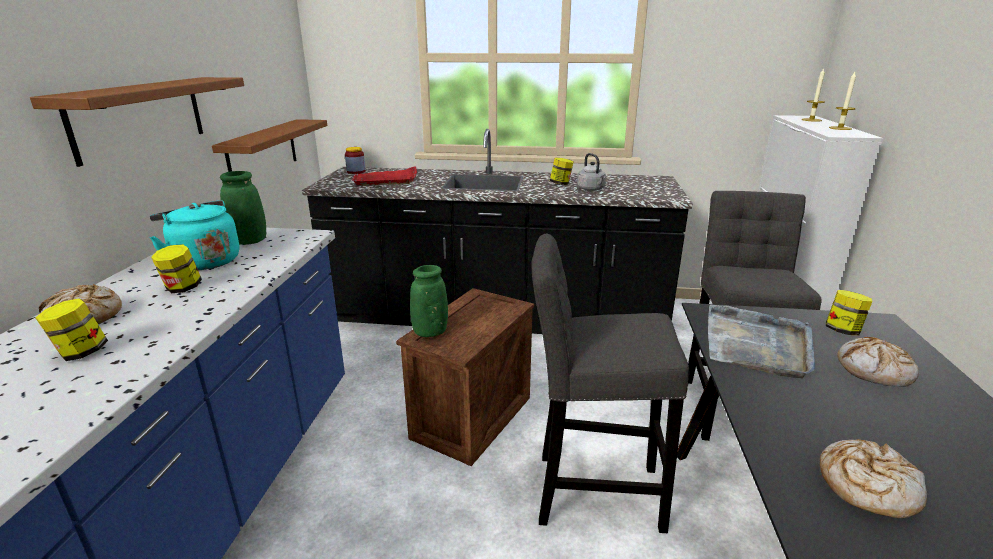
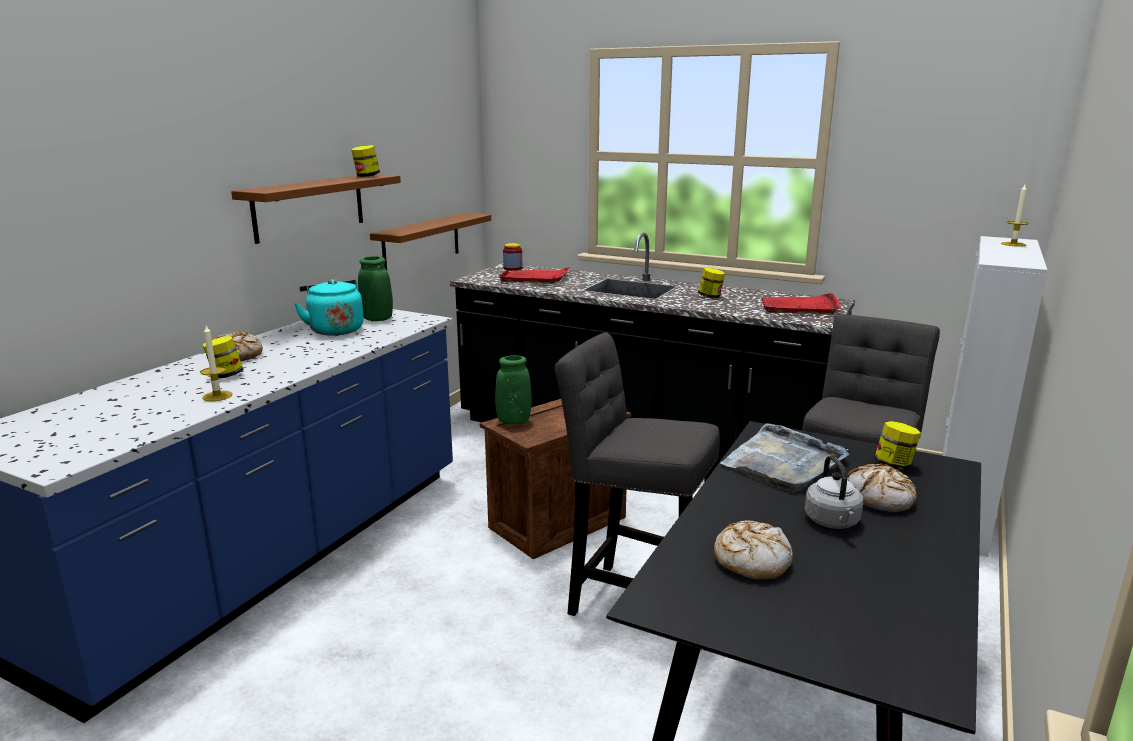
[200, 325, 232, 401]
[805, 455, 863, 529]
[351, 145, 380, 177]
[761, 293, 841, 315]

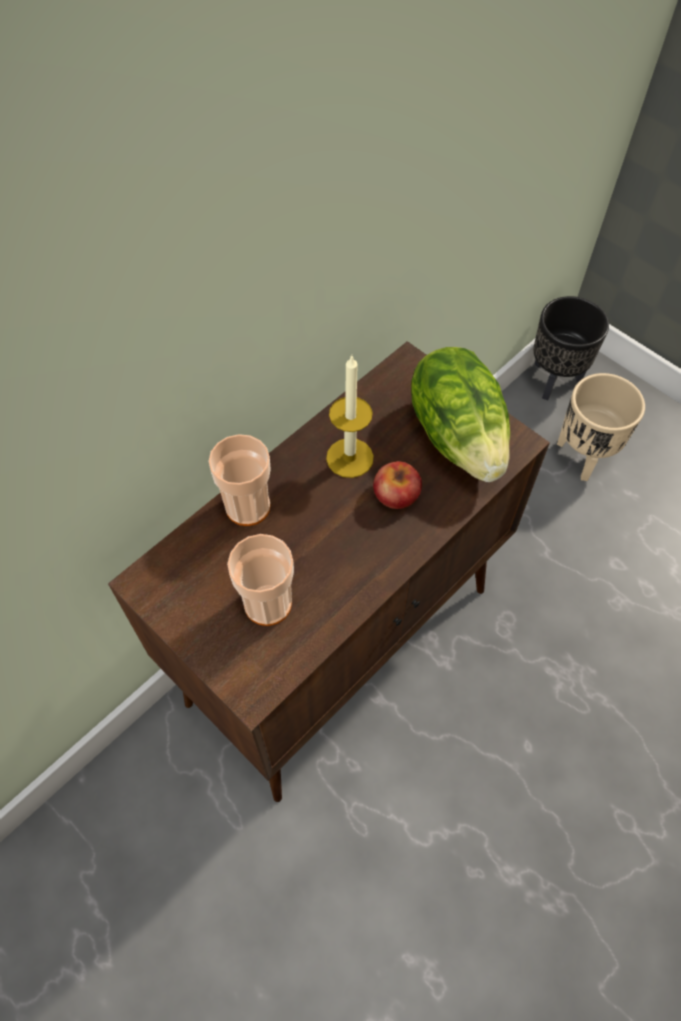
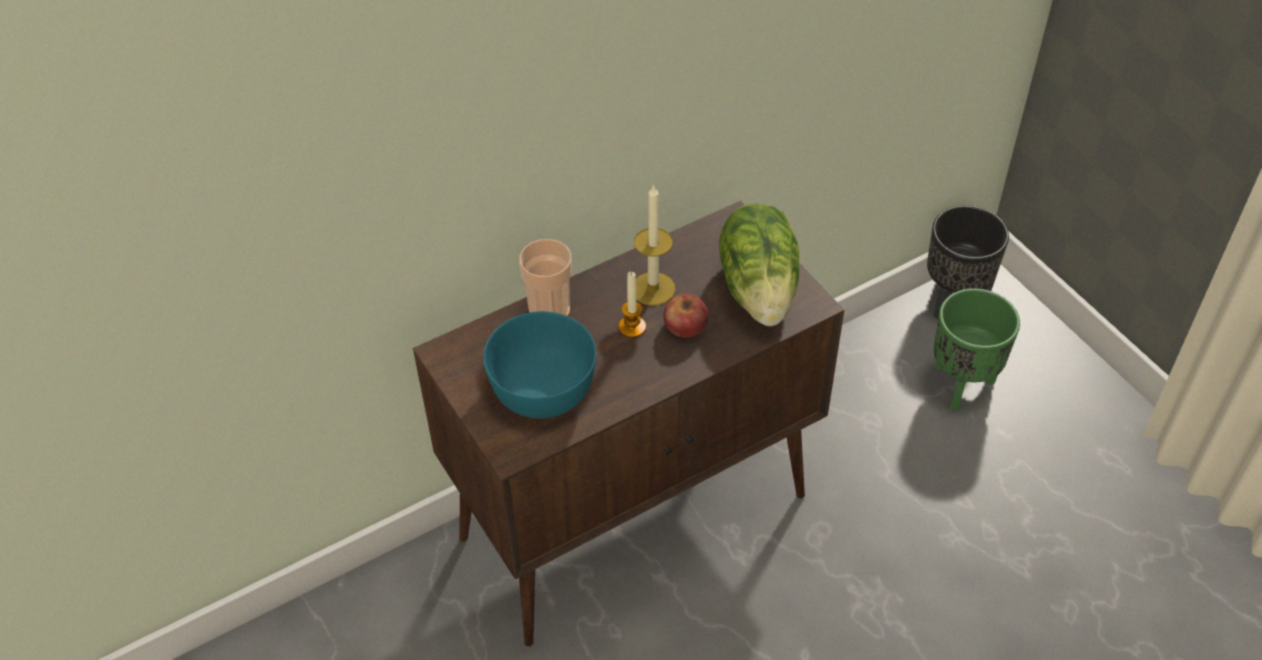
[934, 288, 1020, 411]
[483, 311, 596, 419]
[618, 272, 646, 338]

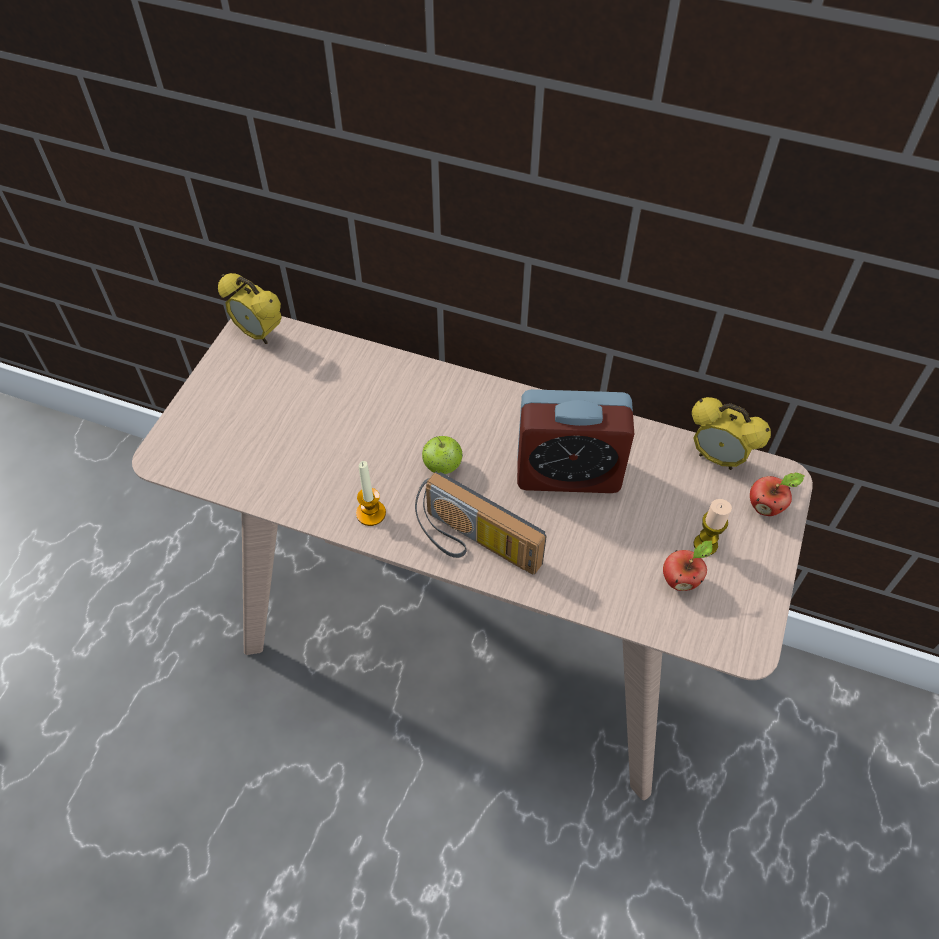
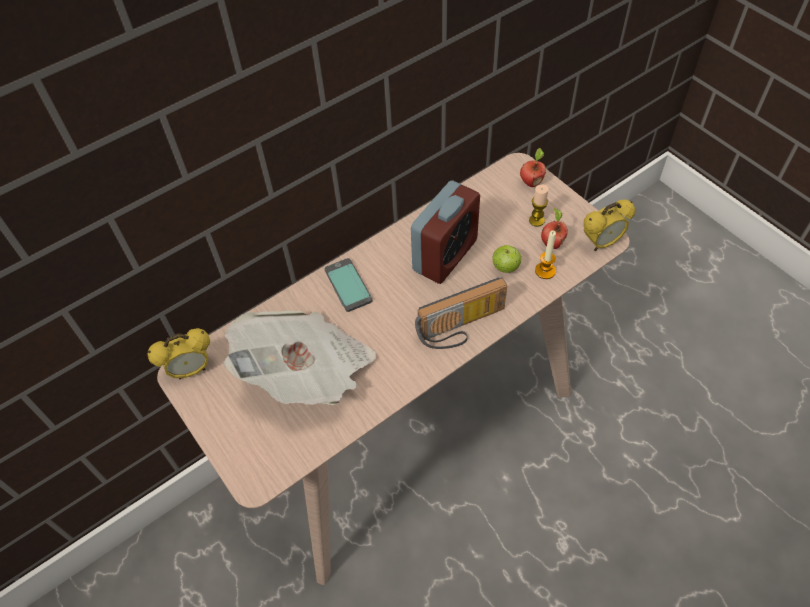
[584, 199, 635, 251]
[492, 245, 521, 273]
[535, 230, 556, 279]
[325, 258, 372, 312]
[223, 311, 377, 405]

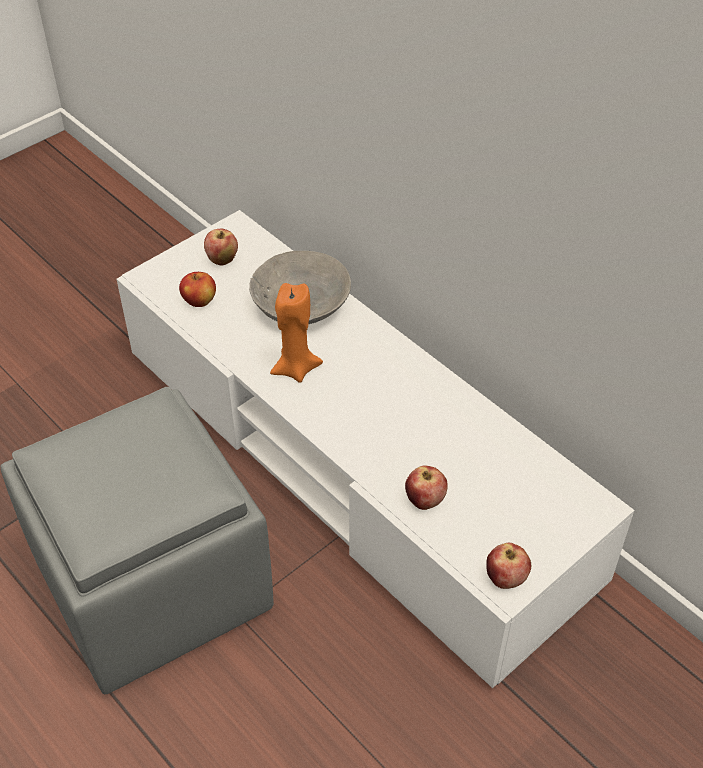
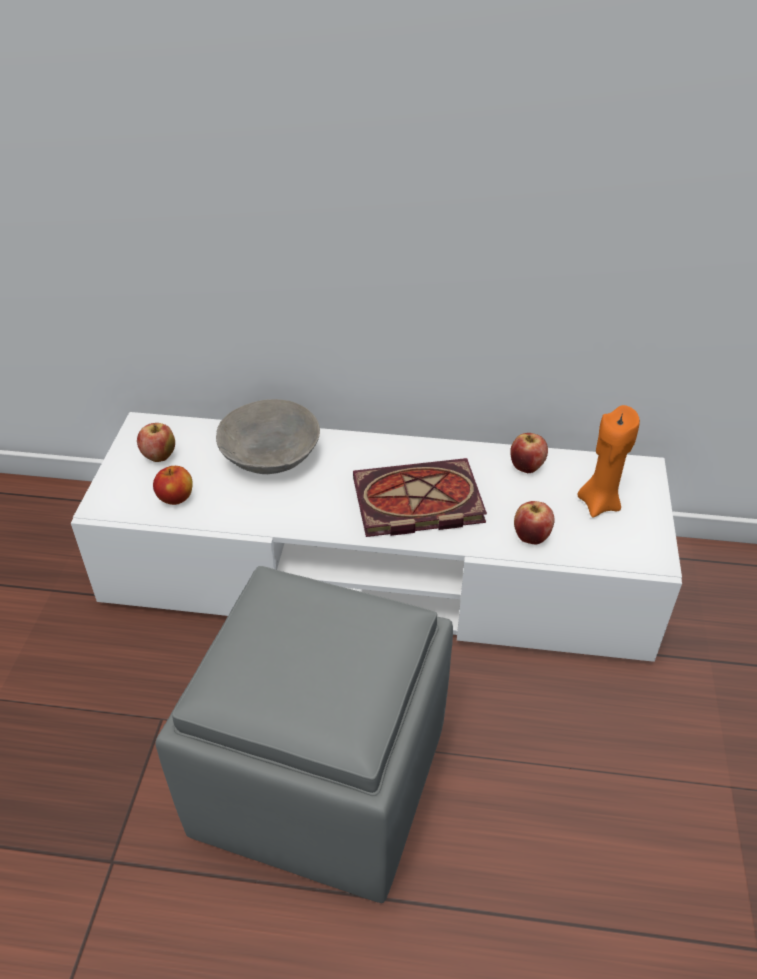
[577, 405, 640, 517]
[510, 433, 548, 473]
[353, 458, 487, 537]

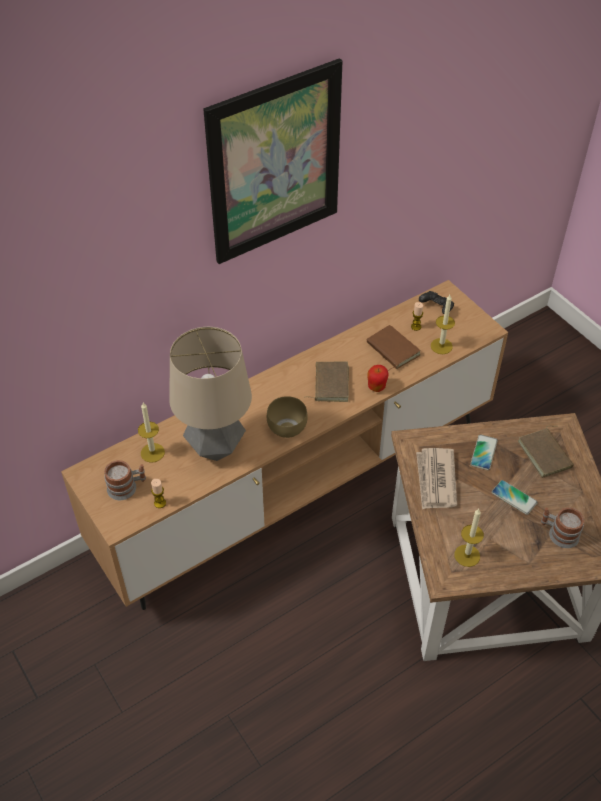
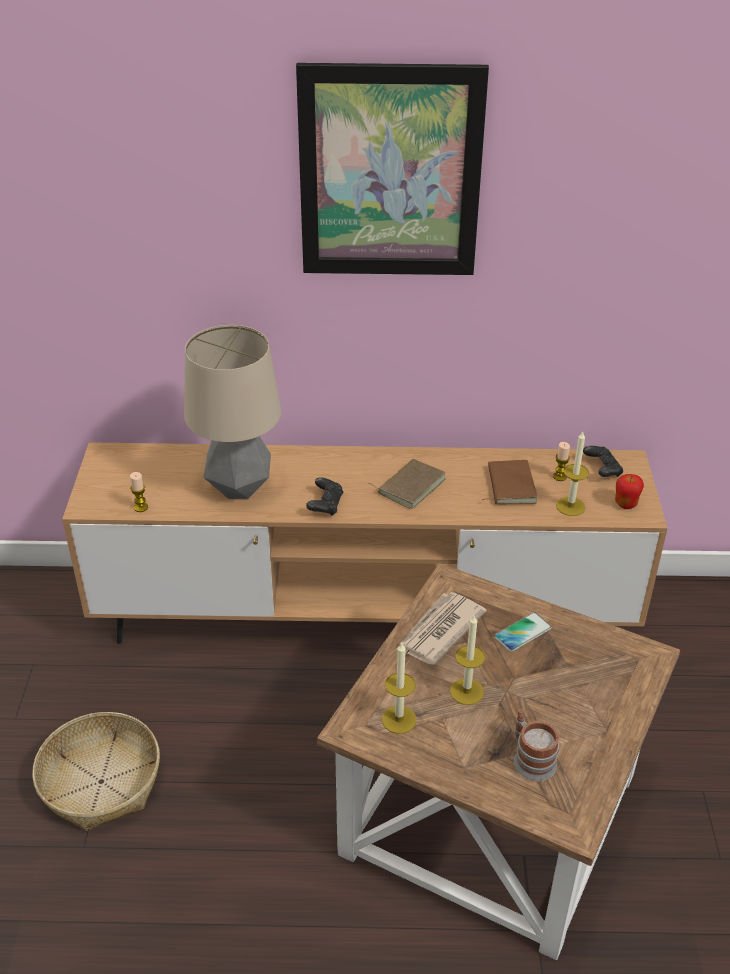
[615, 474, 644, 509]
[306, 477, 343, 516]
[450, 614, 485, 705]
[518, 426, 574, 478] (first image)
[104, 460, 146, 500] (first image)
[492, 480, 538, 515] (first image)
[32, 712, 160, 831]

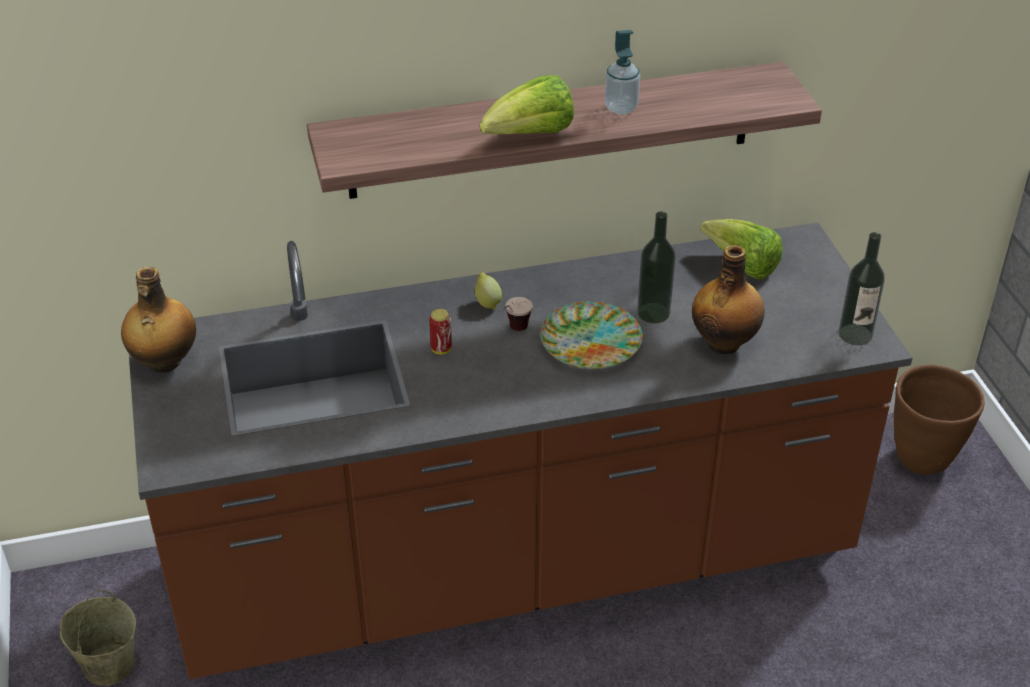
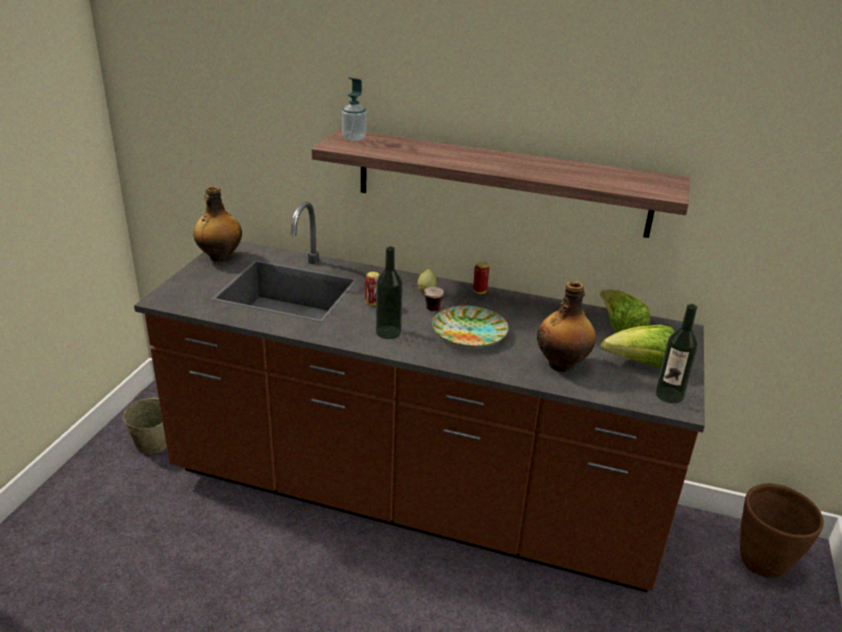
[342, 77, 366, 141]
[601, 325, 675, 367]
[376, 246, 403, 339]
[473, 261, 489, 294]

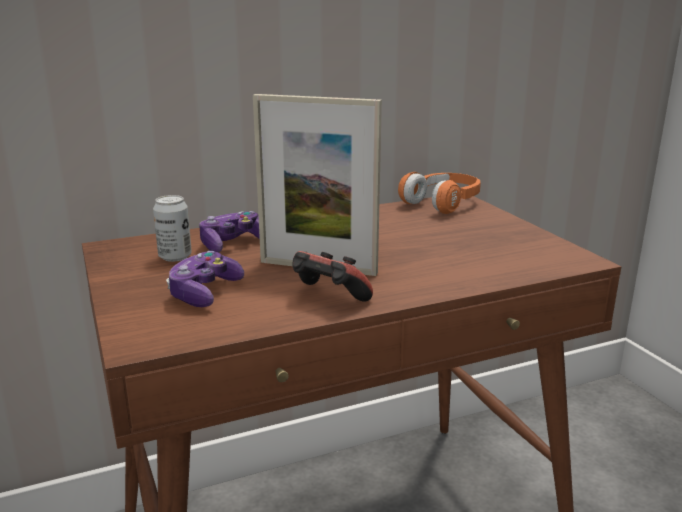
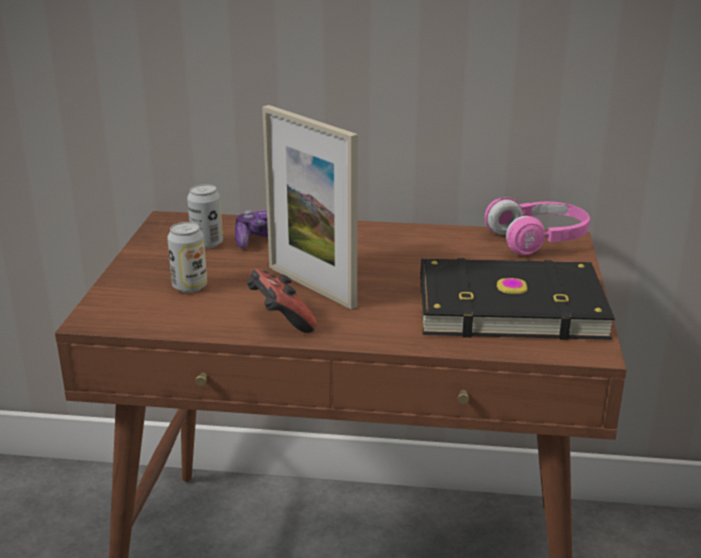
[485, 197, 590, 255]
[167, 222, 207, 293]
[421, 258, 615, 340]

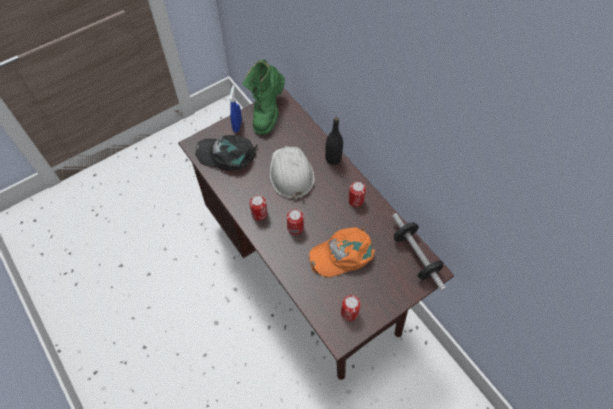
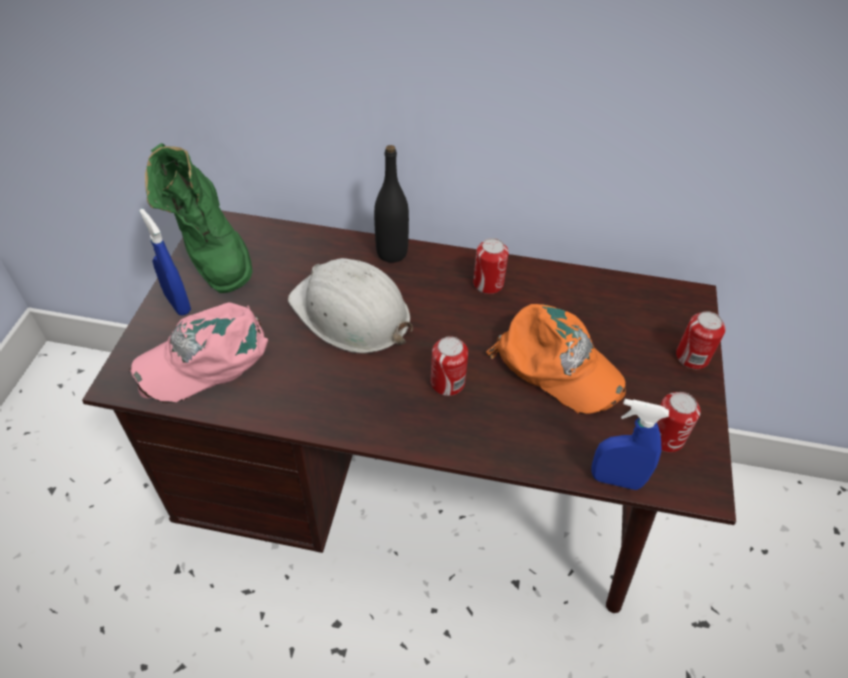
[129, 302, 268, 403]
[676, 311, 725, 369]
[392, 213, 446, 291] (first image)
[486, 304, 626, 414]
[591, 399, 669, 490]

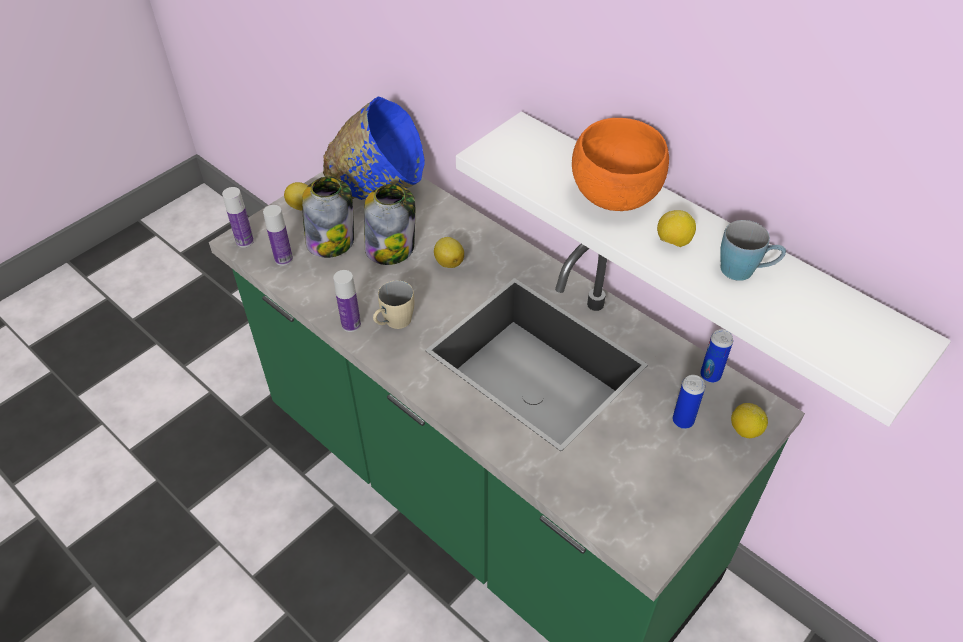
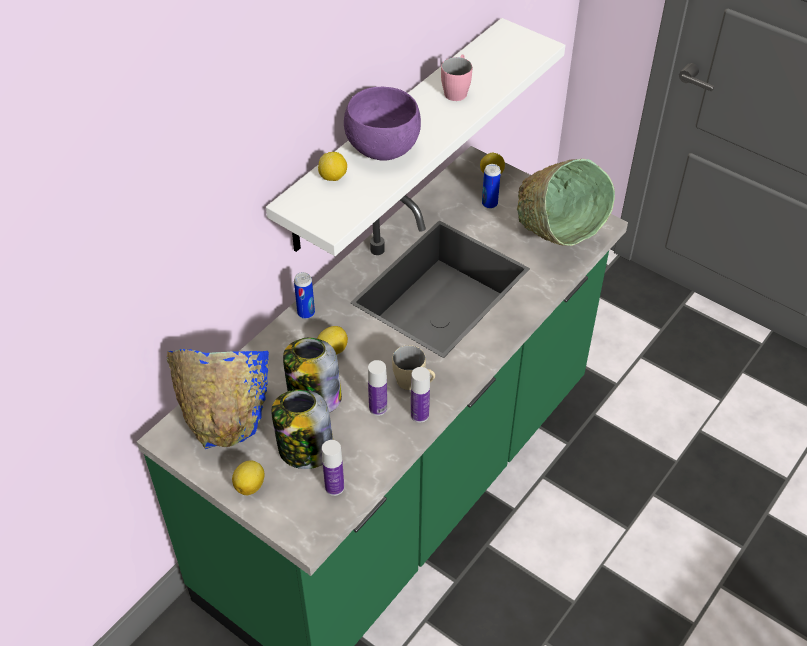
[344, 87, 421, 160]
[368, 360, 387, 416]
[318, 152, 347, 181]
[441, 55, 472, 101]
[294, 272, 315, 319]
[517, 159, 615, 246]

